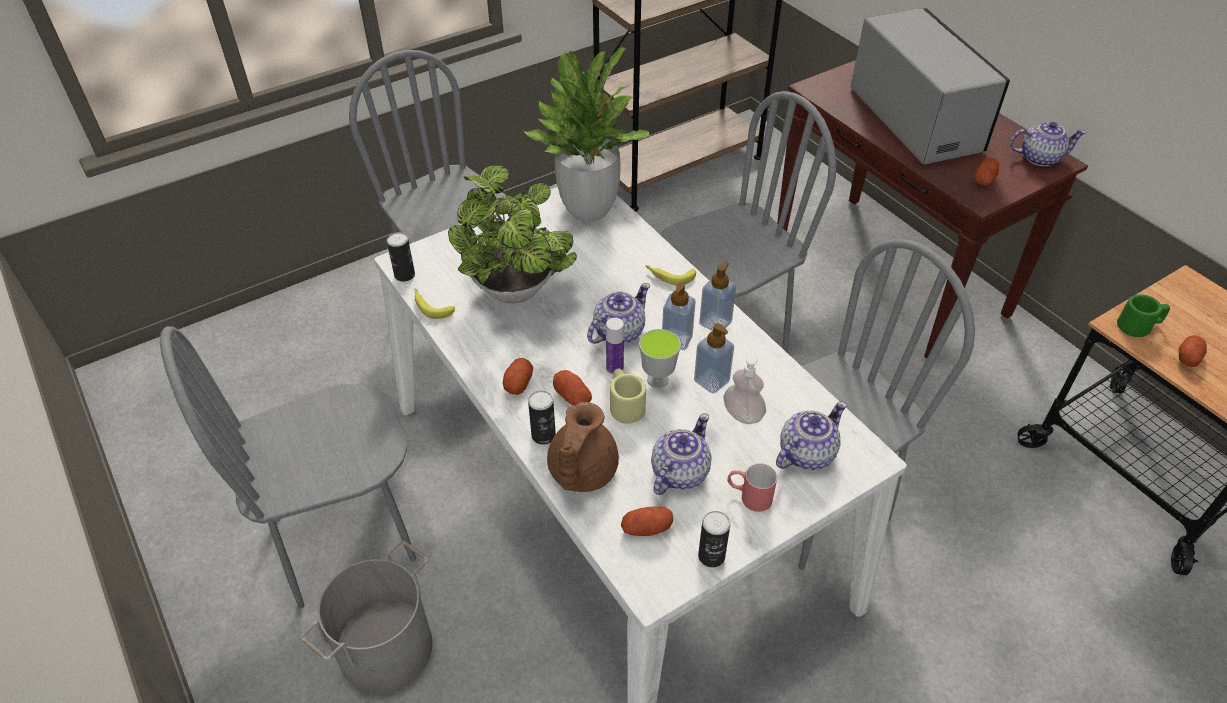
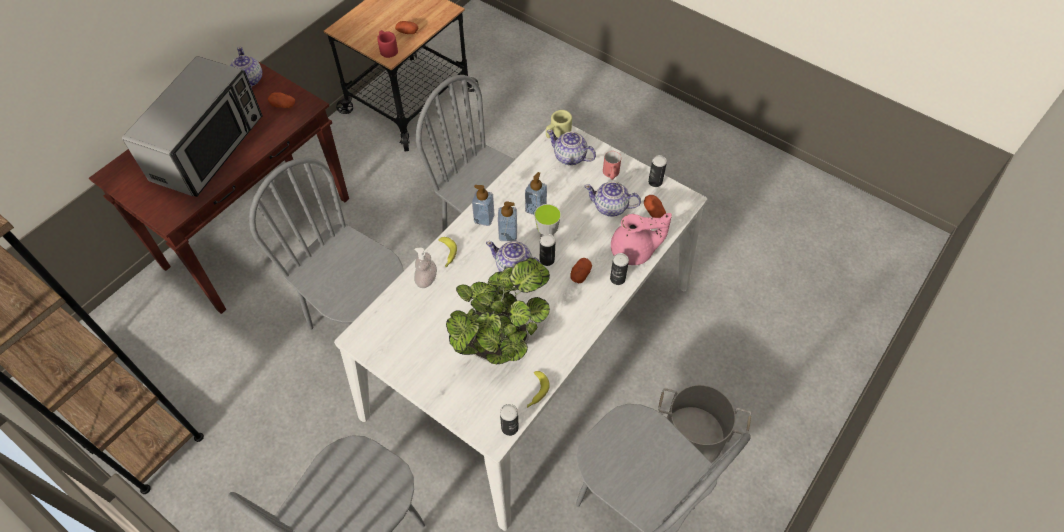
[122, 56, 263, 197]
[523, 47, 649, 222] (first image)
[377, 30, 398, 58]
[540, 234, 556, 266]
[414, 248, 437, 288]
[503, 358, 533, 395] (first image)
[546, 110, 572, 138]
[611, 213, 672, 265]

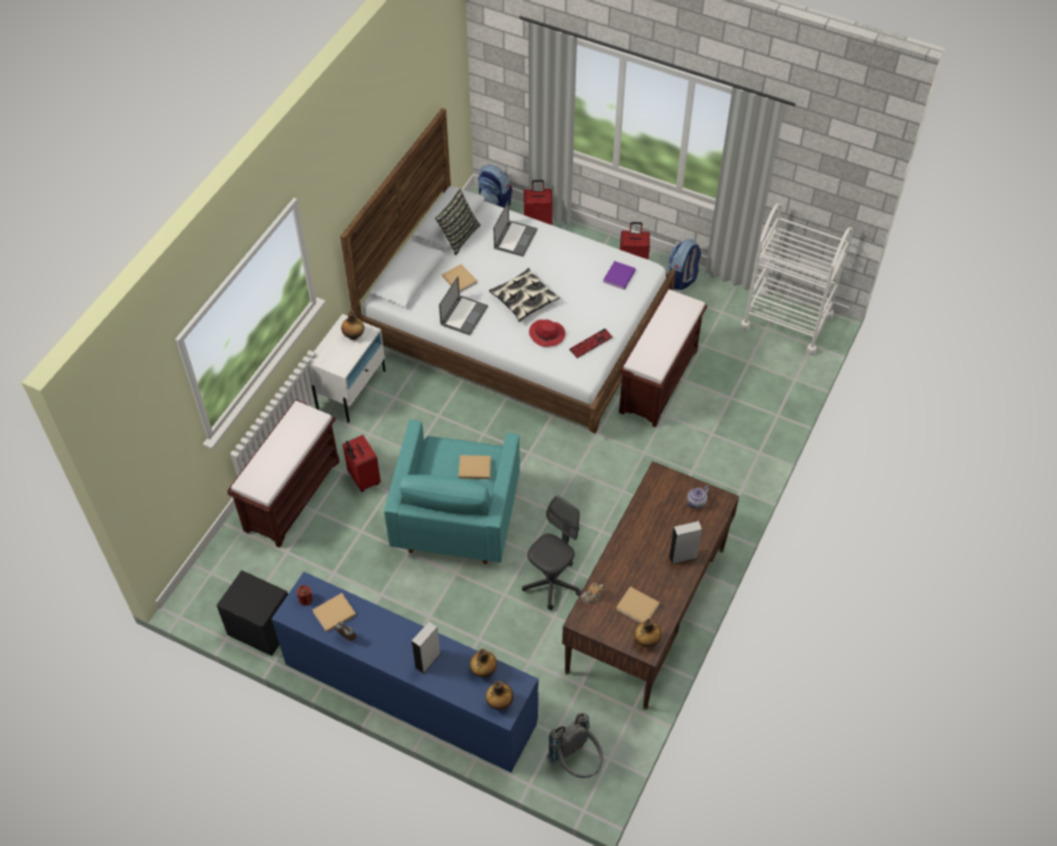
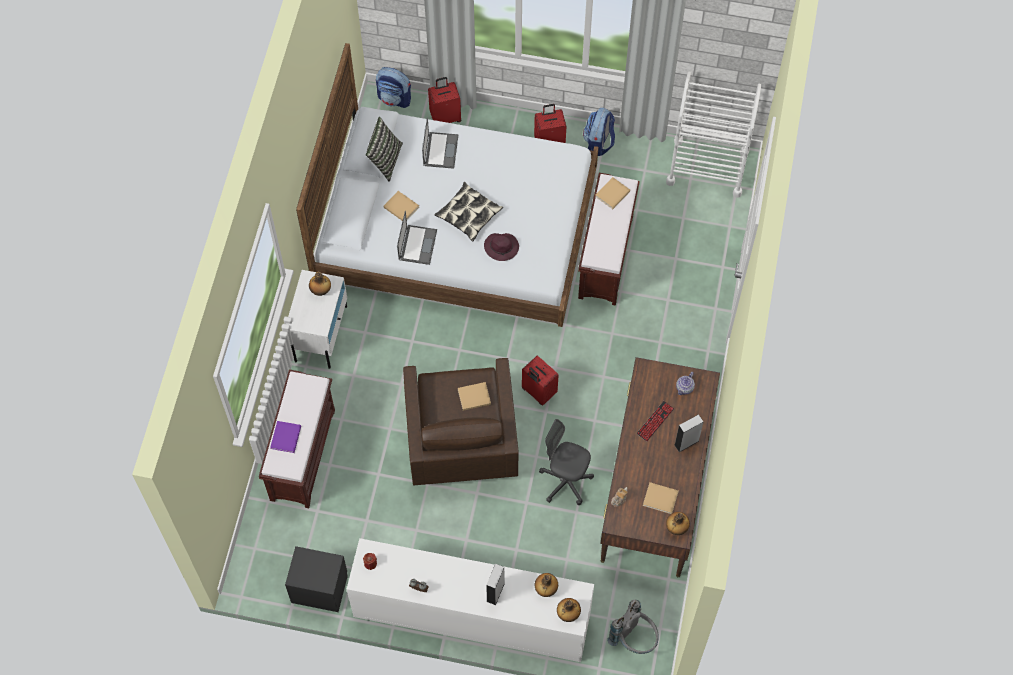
[270, 421, 301, 453]
[484, 233, 519, 261]
[636, 401, 674, 442]
[403, 358, 519, 485]
[522, 356, 558, 405]
[539, 419, 594, 505]
[347, 538, 594, 662]
[595, 177, 630, 209]

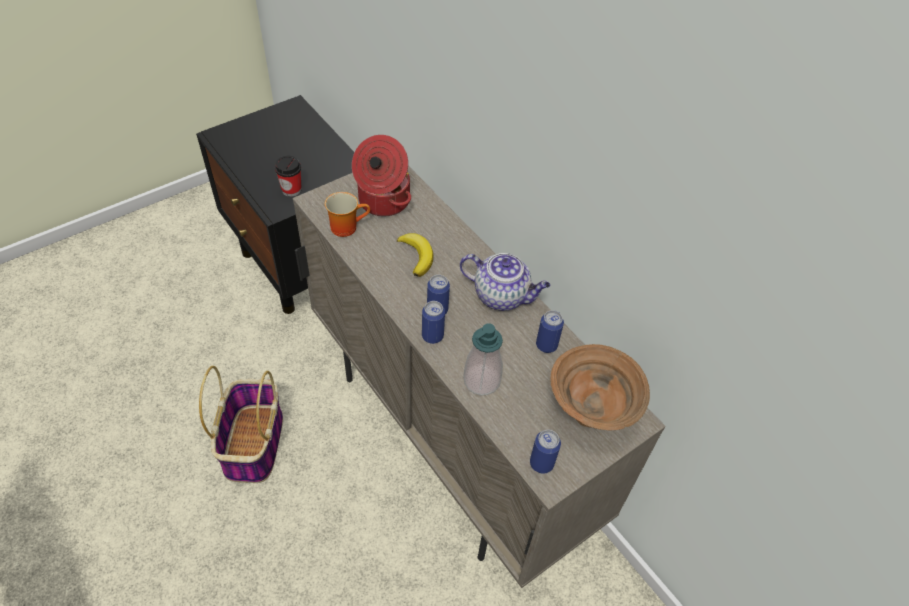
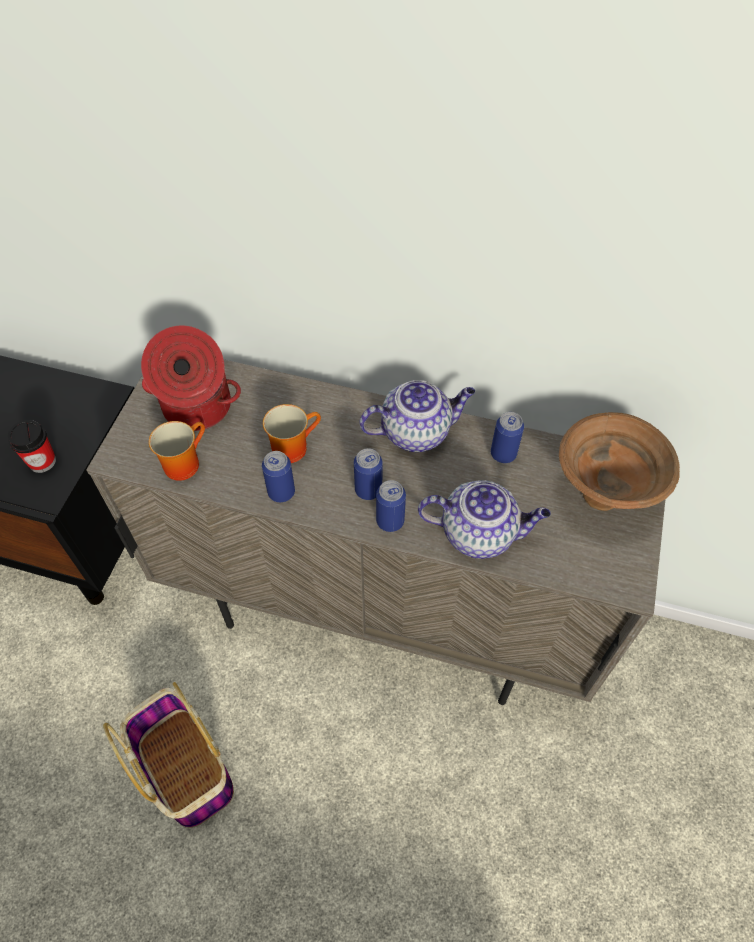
[263, 404, 321, 463]
[418, 480, 551, 559]
[262, 451, 295, 502]

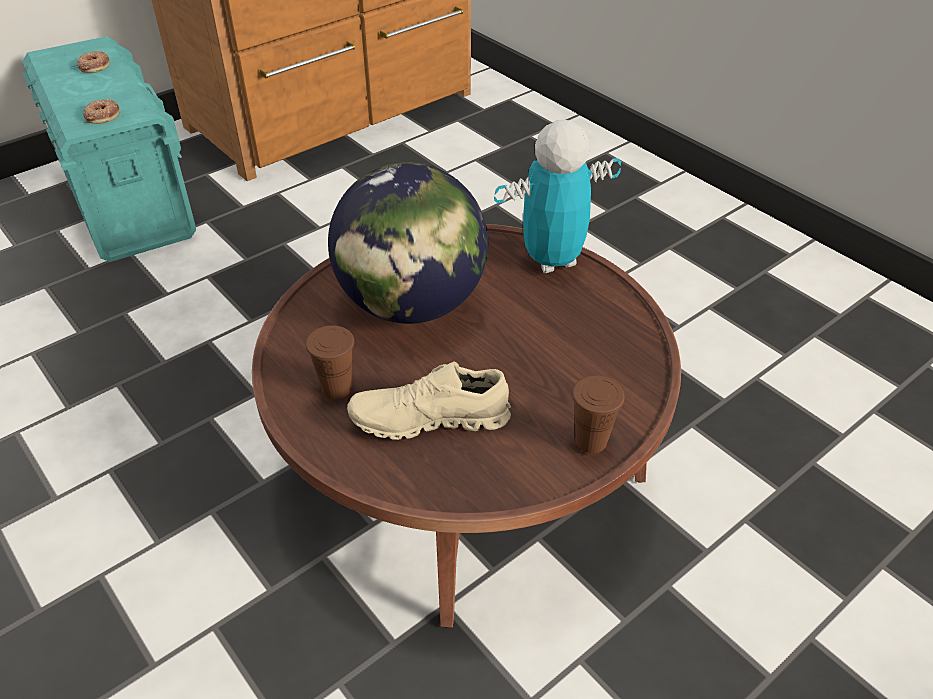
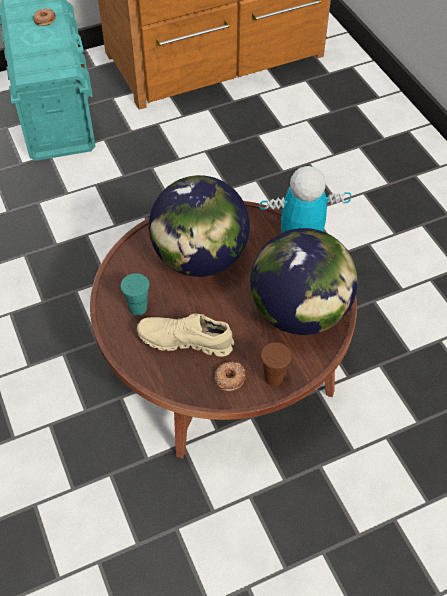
[214, 362, 246, 391]
[120, 273, 150, 316]
[250, 228, 358, 335]

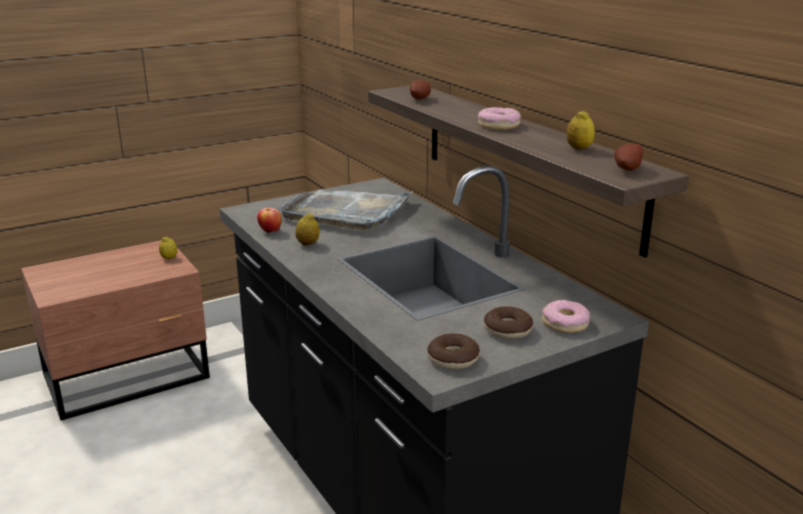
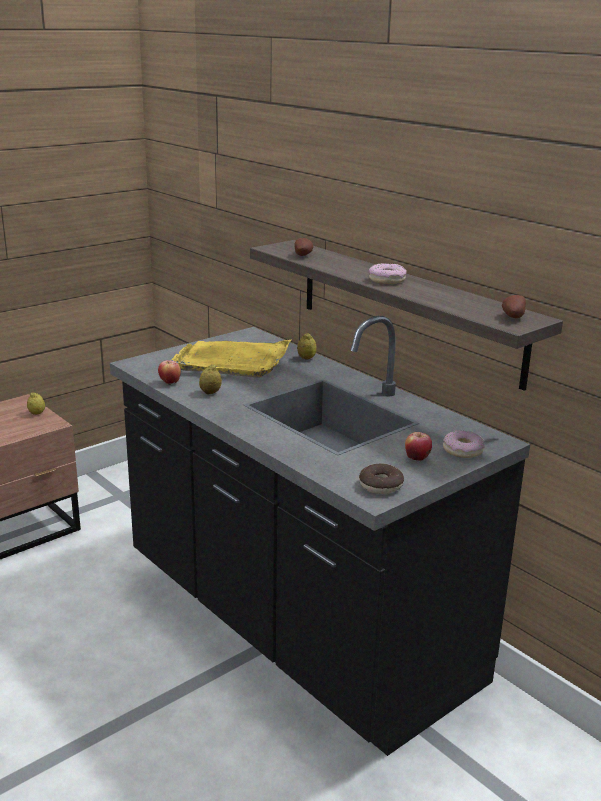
[297, 334, 316, 360]
[171, 339, 292, 378]
[405, 432, 432, 461]

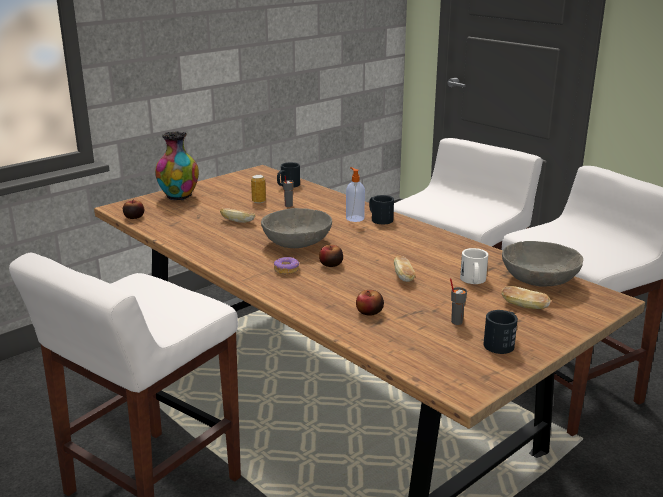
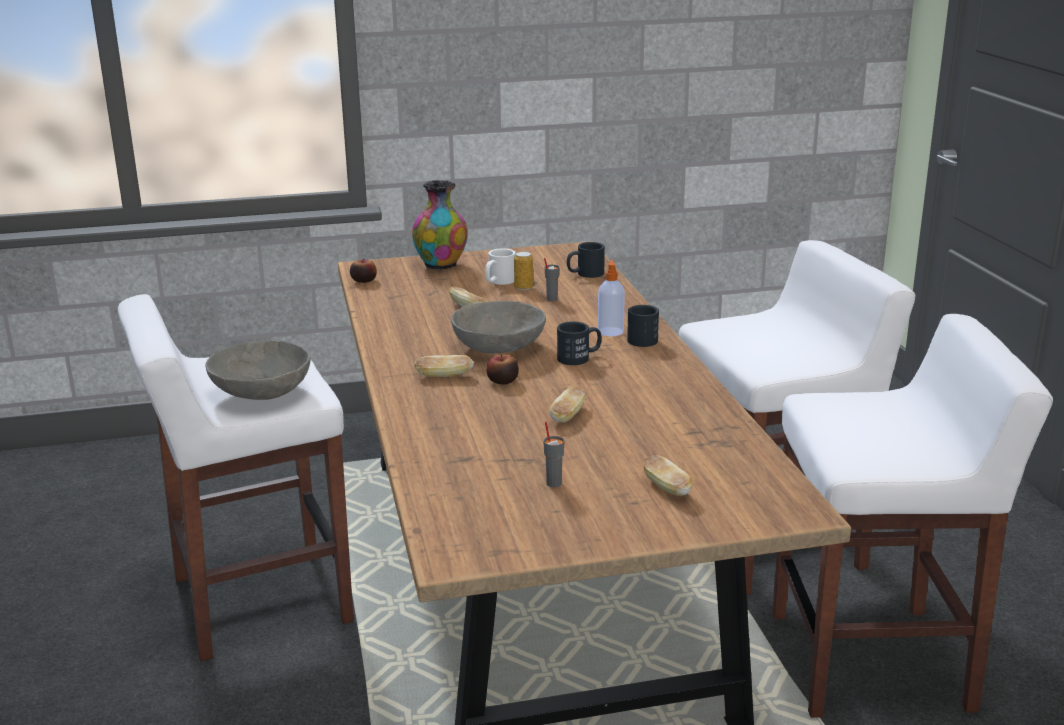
[205, 340, 311, 400]
[485, 248, 516, 285]
[415, 355, 473, 377]
[356, 290, 384, 316] (first image)
[557, 321, 602, 365]

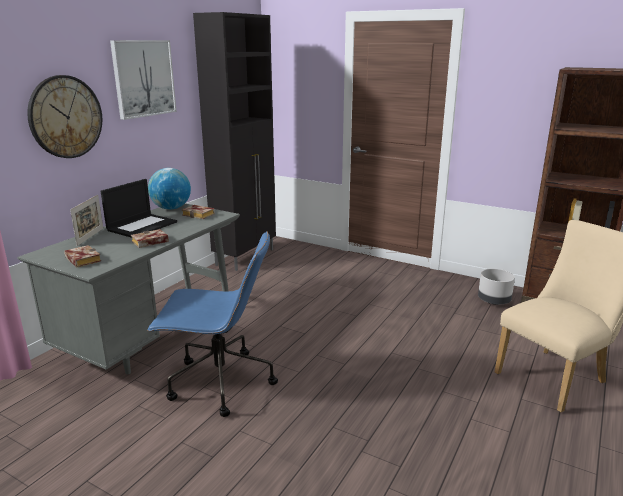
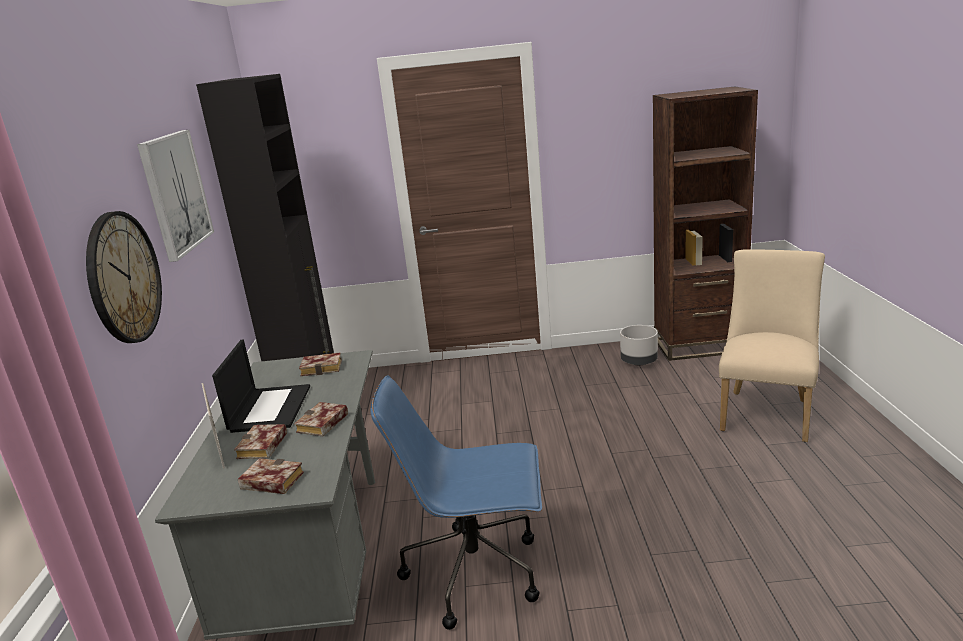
[148, 168, 191, 210] (first image)
[371, 375, 542, 630]
[234, 424, 287, 459]

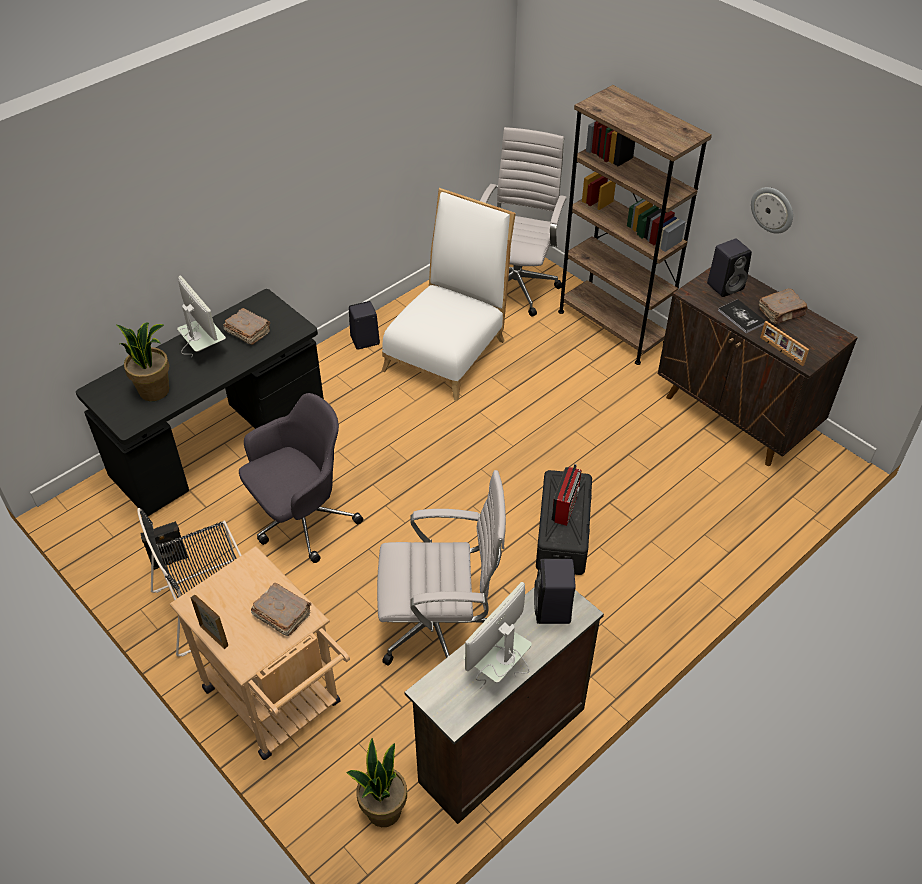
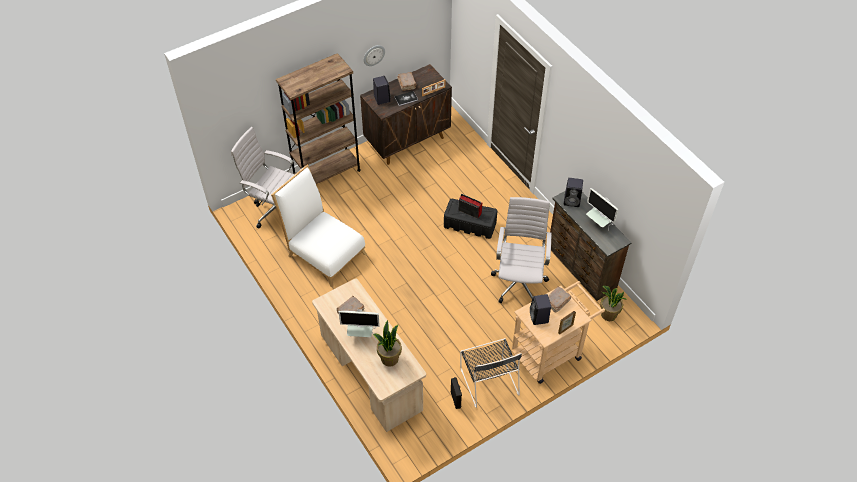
[339, 309, 380, 337]
[312, 279, 426, 432]
[530, 294, 551, 325]
[239, 393, 363, 563] (first image)

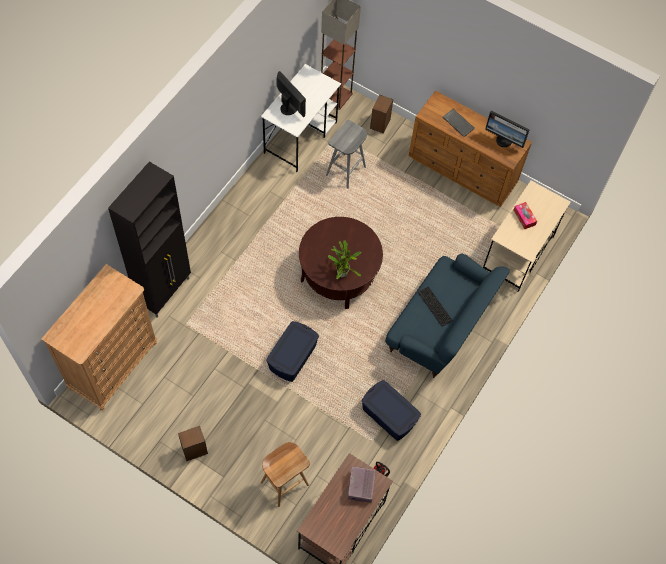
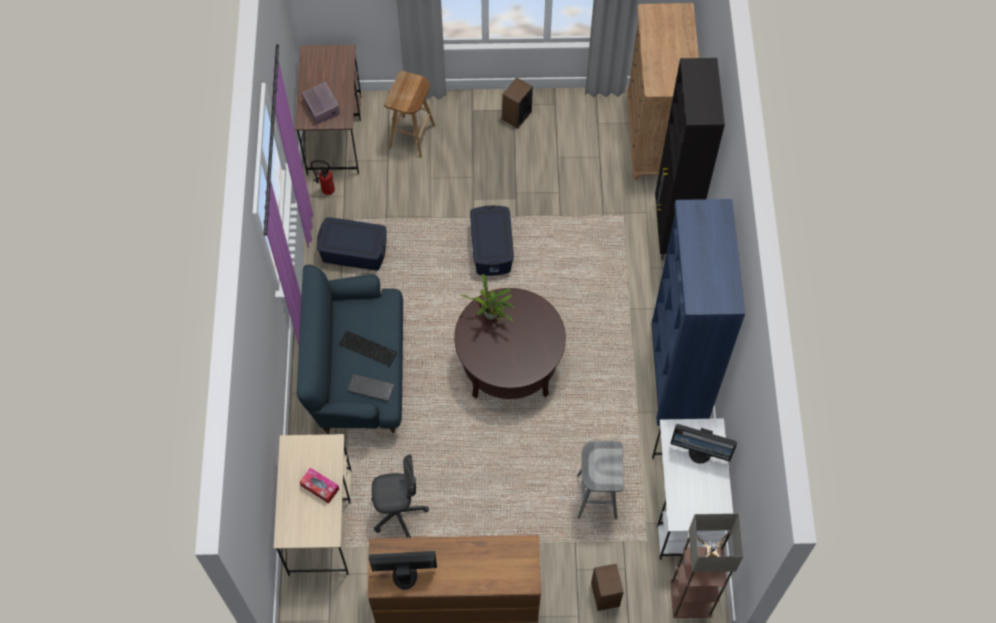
[347, 374, 395, 402]
[652, 199, 745, 426]
[371, 454, 429, 538]

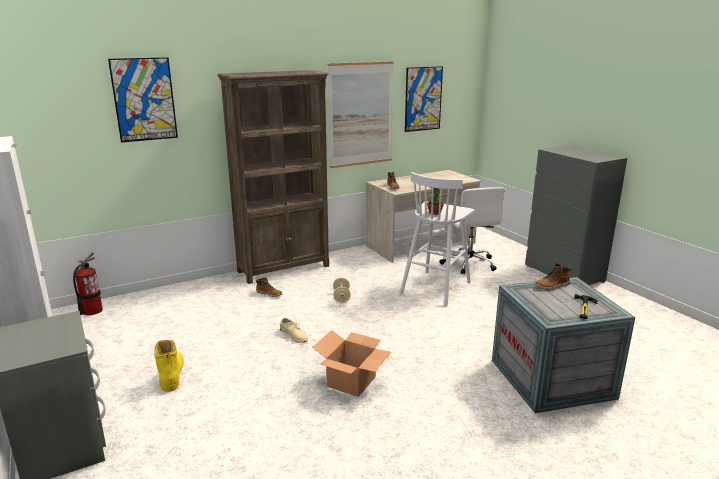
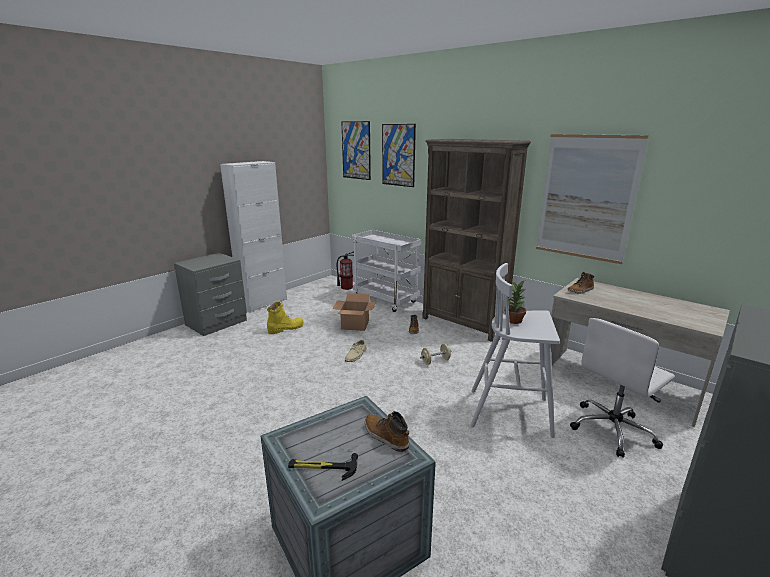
[341, 121, 371, 180]
[332, 293, 376, 331]
[352, 230, 422, 312]

